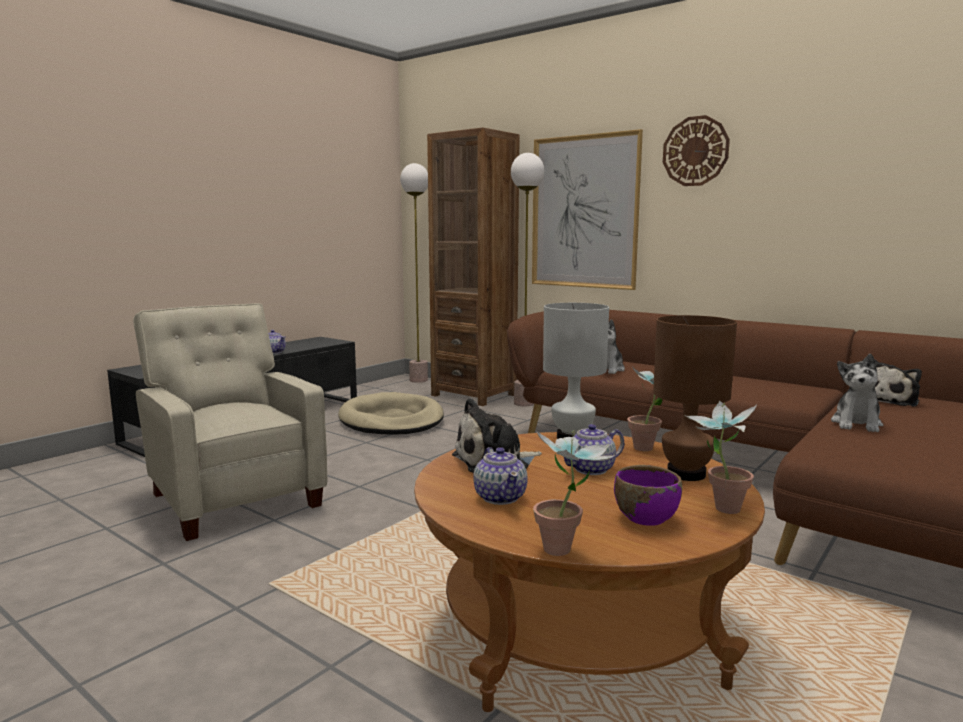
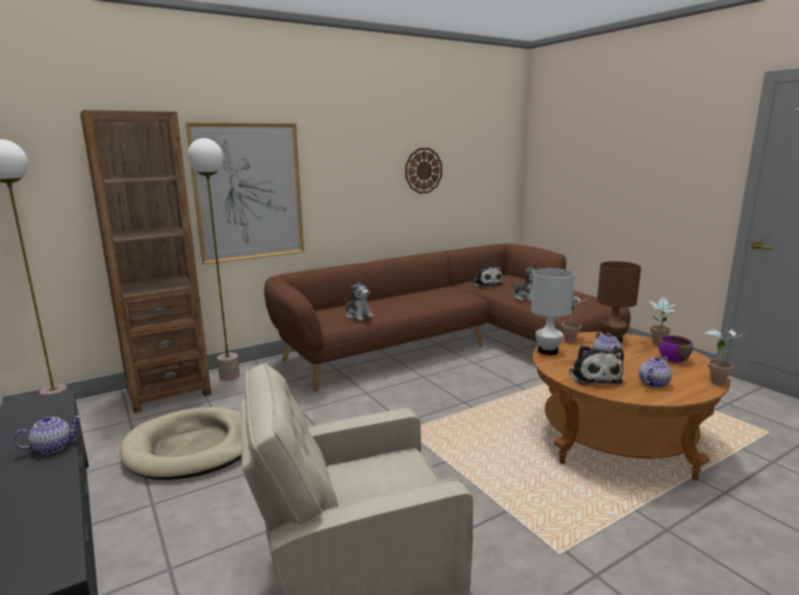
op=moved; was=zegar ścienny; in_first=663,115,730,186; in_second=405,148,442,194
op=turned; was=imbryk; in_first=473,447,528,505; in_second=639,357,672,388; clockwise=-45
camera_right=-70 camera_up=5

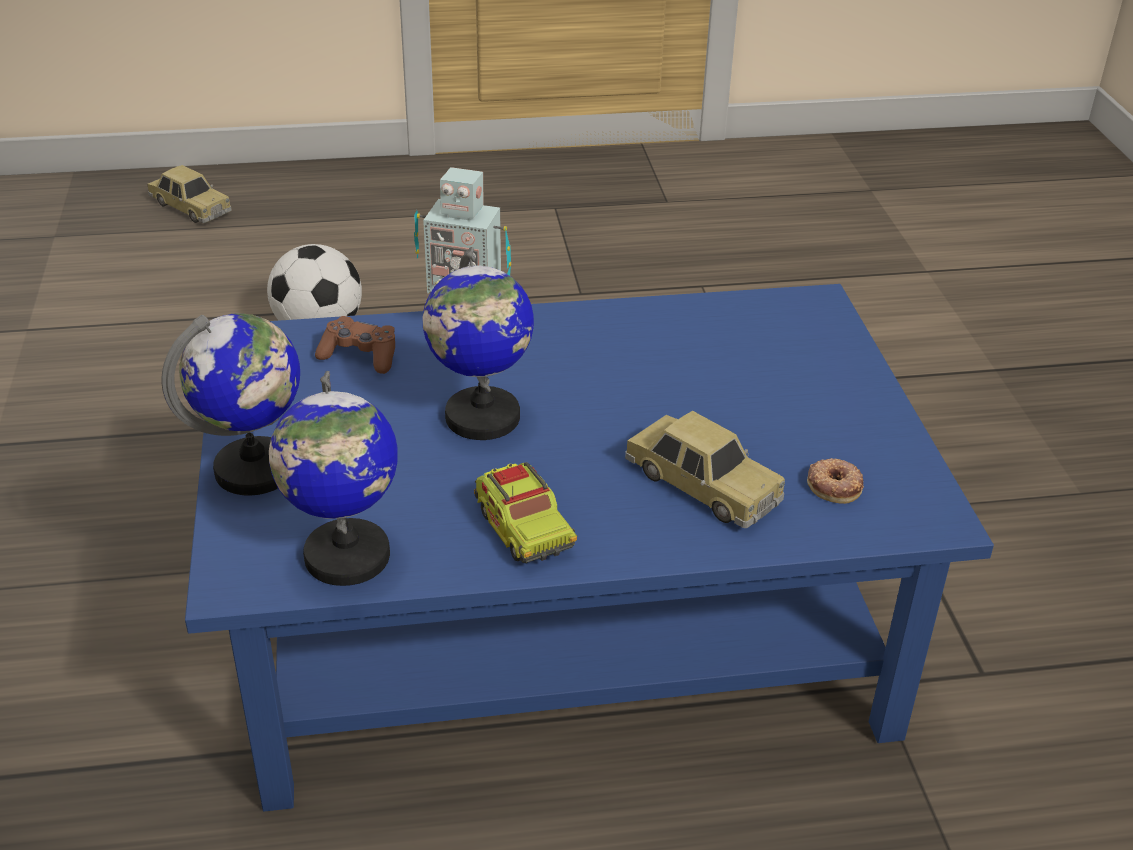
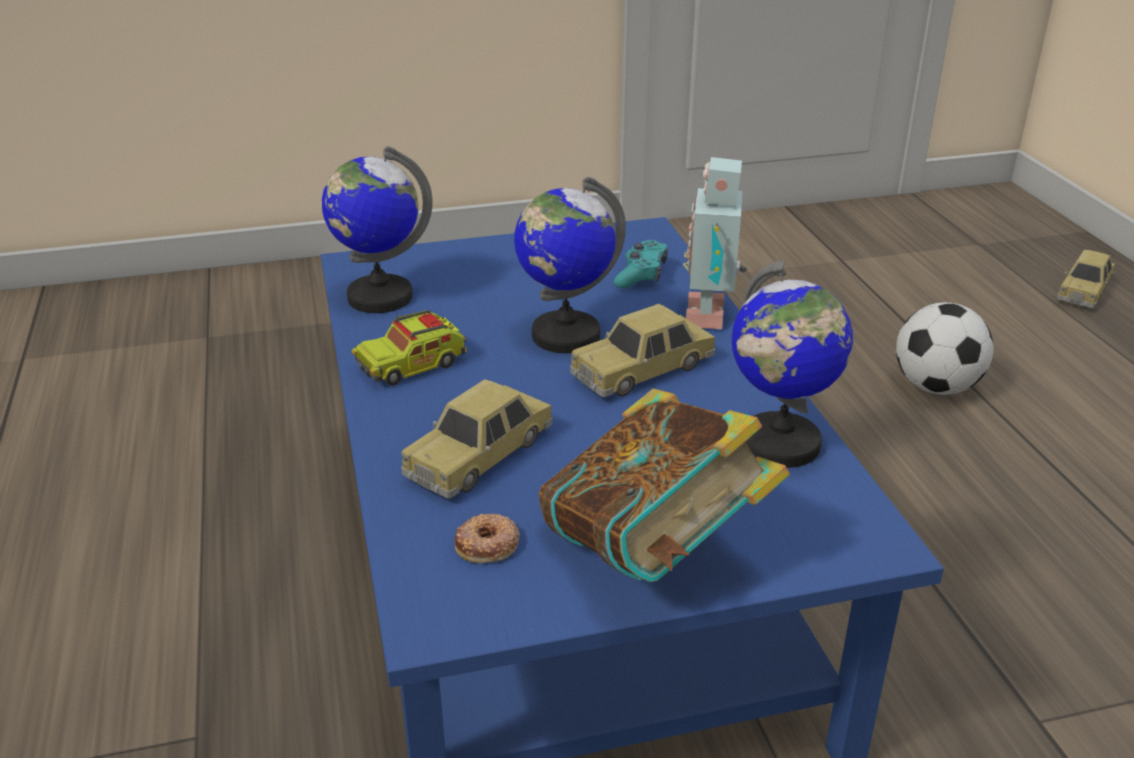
op=moved; was=globus; in_first=161,313,300,496; in_second=732,261,853,468
op=recoloured; was=pad do gier (brązowy); now=pad do gier (turkusowy); in_first=315,316,395,374; in_second=614,240,668,288
op=added; now=samochodzik; in_second=570,304,715,397
op=added; now=książka; in_second=539,388,790,583
camera_right=85 camera_up=-5

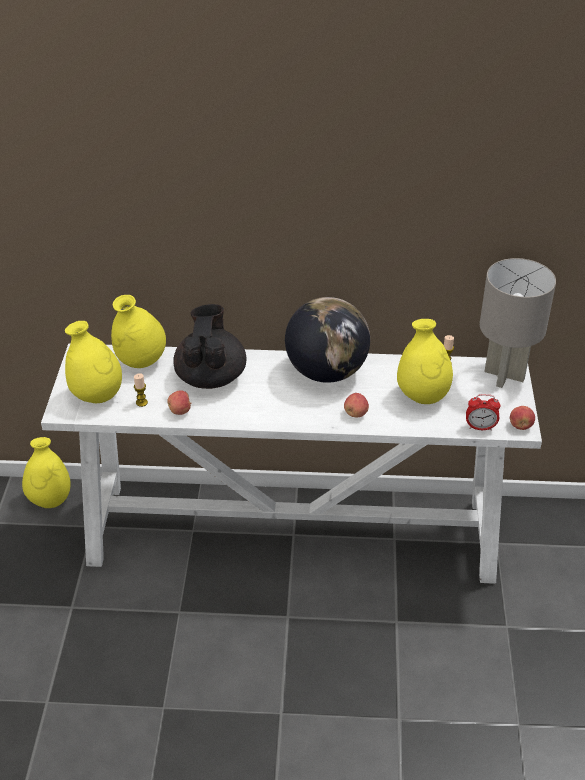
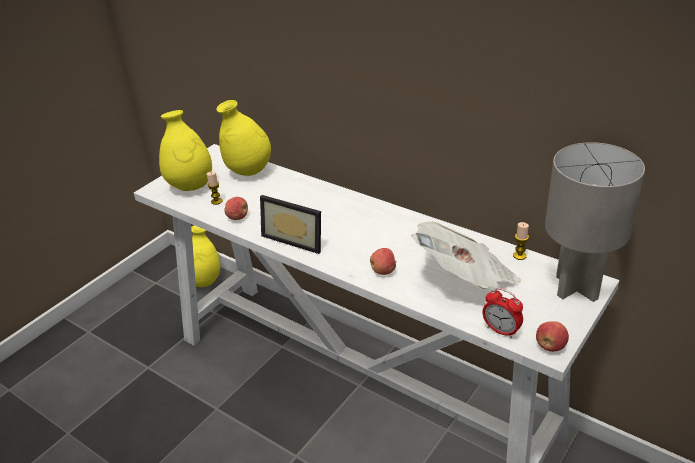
op=removed; was=globus; in_first=285,297,370,383
op=removed; was=imbryk (czarny); in_first=173,304,246,389
op=replaced; was=wazon (żółty); now=gazeta; in_first=397,319,453,404; in_second=411,222,521,289
op=added; now=ramka na zdjęcie; in_second=260,195,321,254
camera_right=35 camera_up=-5

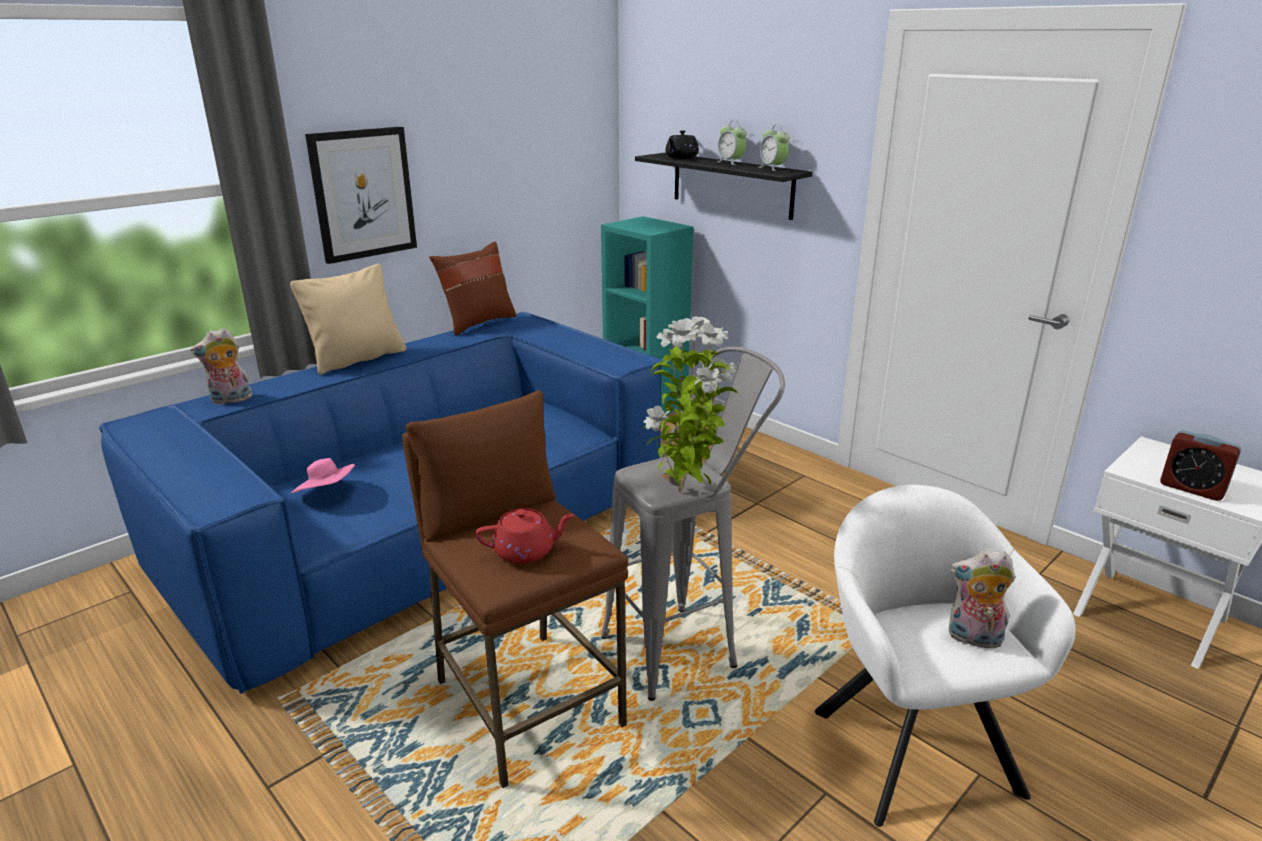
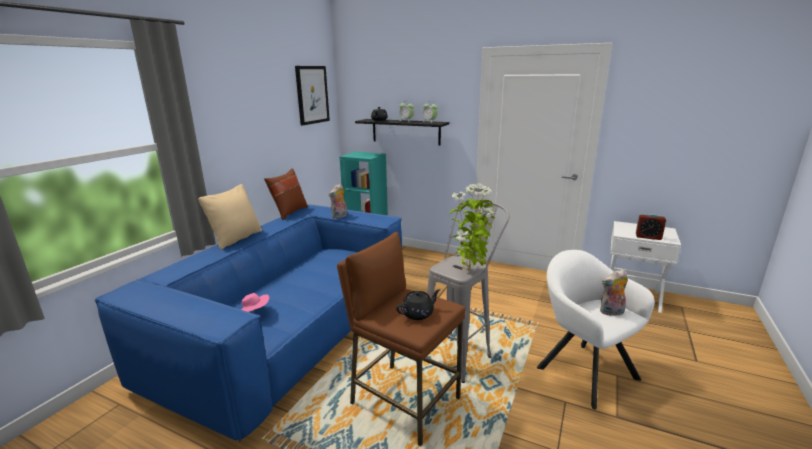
op=moved; was=obraz; in_first=305,127,417,264; in_second=295,66,330,126
op=moved; was=pluszak; in_first=191,328,253,405; in_second=329,184,347,218
op=recoloured; was=imbryk (czerwony); now=imbryk (czarny); in_first=476,508,574,564; in_second=396,289,440,320
camera_right=-20 camera_up=-5

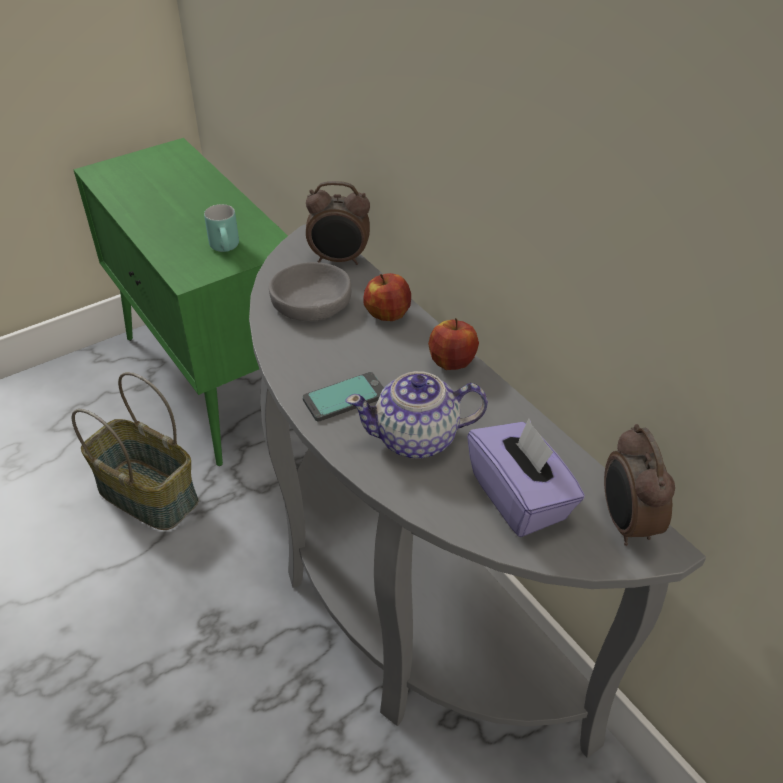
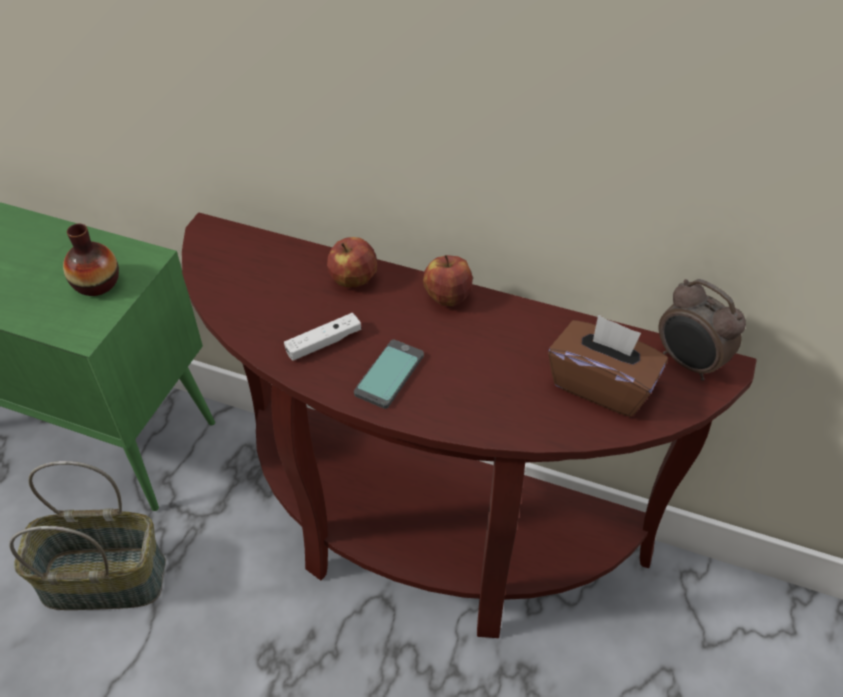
op=removed; was=budzik; in_first=306,181,370,265
op=replaced; was=kubek (turkusowy); now=wazon; in_first=204,204,239,252; in_second=63,224,119,296
op=recoloured; was=stolik konsolowy (szary); now=stolik konsolowy (brązowy); in_first=249,224,706,758; in_second=182,213,757,638
op=removed; was=miska (szary); in_first=269,262,351,321
op=removed; was=imbryk; in_first=345,371,488,459
op=recoloured; was=pudełko chusteczek (fioletowy); now=pudełko chusteczek (brązowy); in_first=467,418,585,537; in_second=548,314,668,417
op=added; now=pad do gier (biały); in_second=284,313,361,361
camera_right=-35 camera_up=5

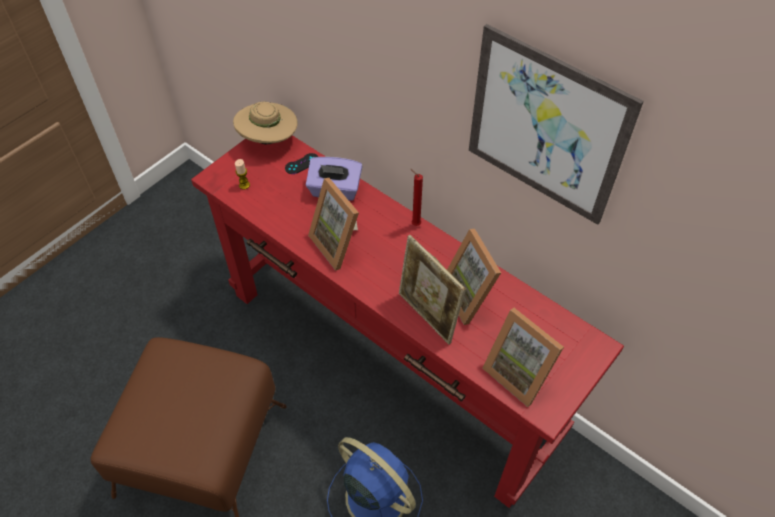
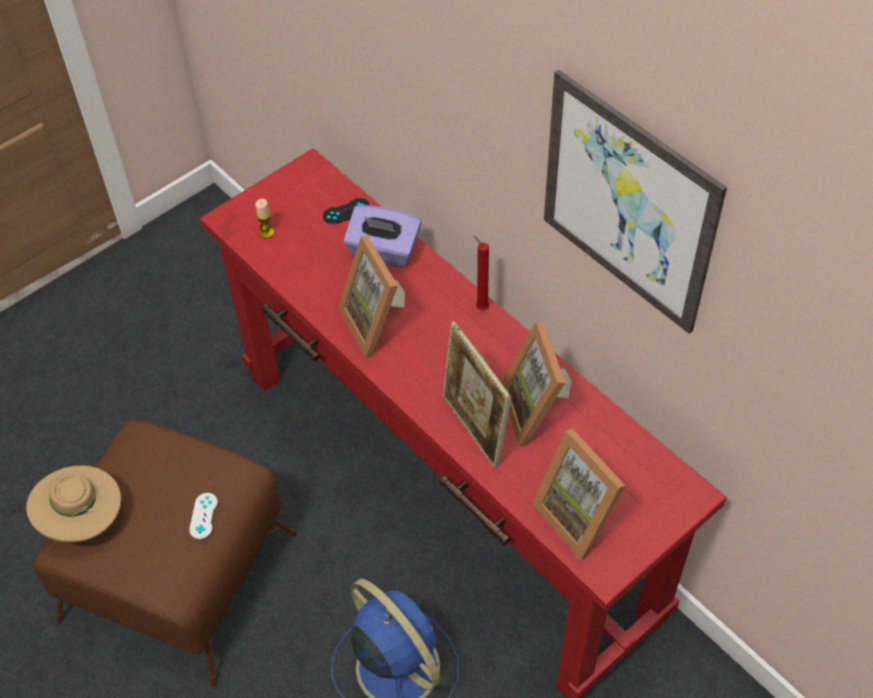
op=moved; was=kapelusz (beżowy); in_first=233,102,298,144; in_second=26,465,121,542
op=added; now=pad do gier (biały); in_second=189,493,218,539
camera_right=10 camera_up=0

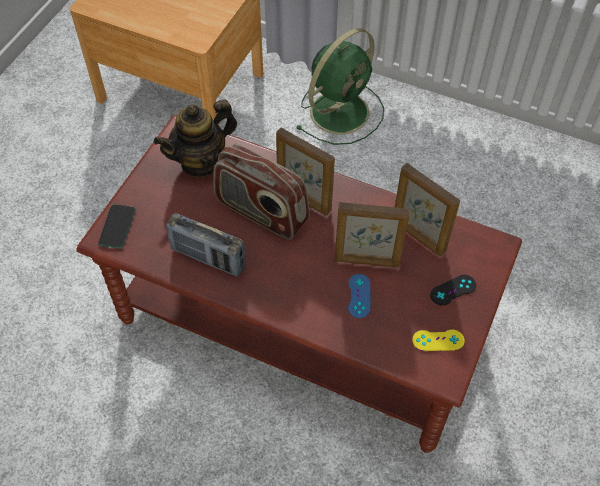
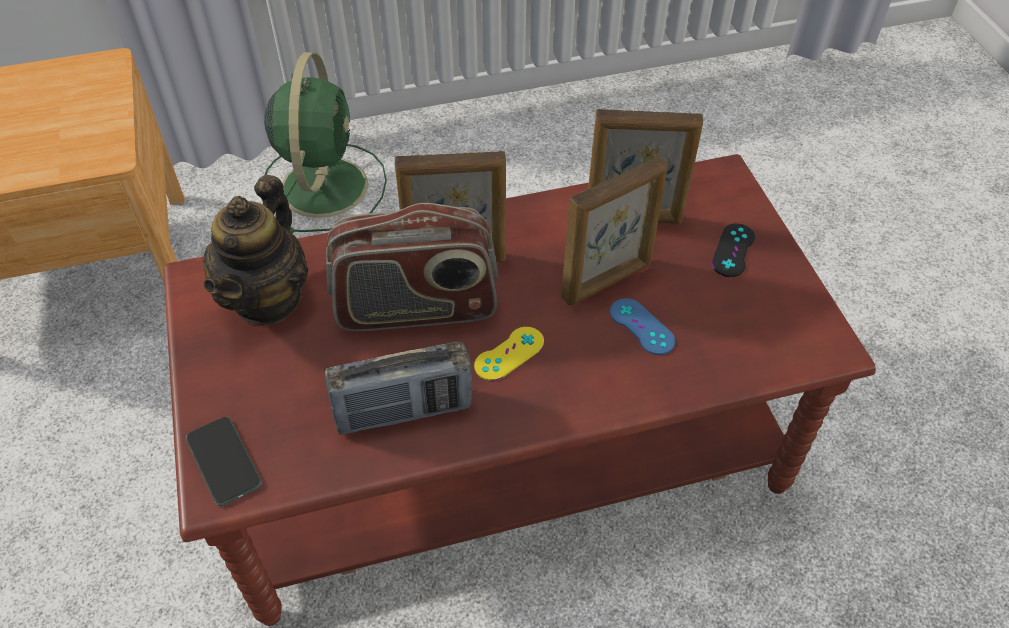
op=moved; was=pad do gier (żółty); in_first=412,330,465,351; in_second=474,327,544,381
camera_right=-40 camera_up=-5

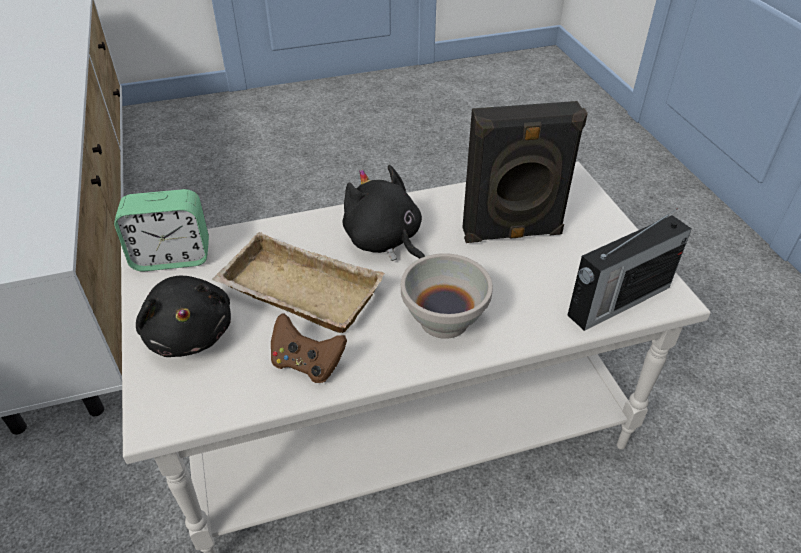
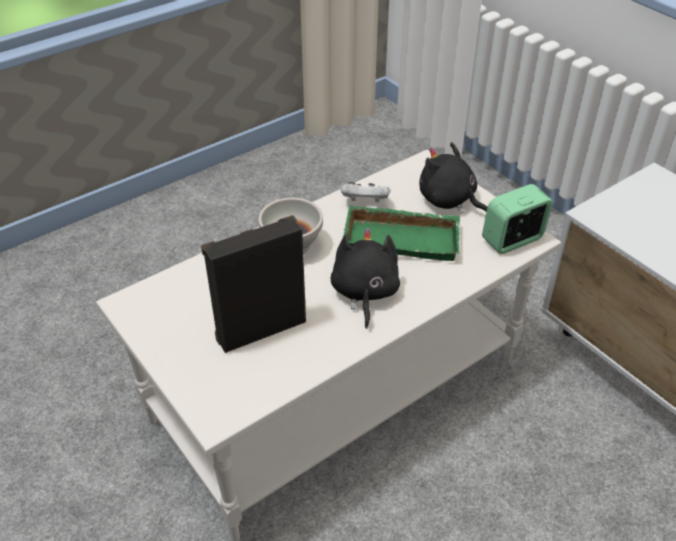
op=turned; was=pluszak (czarny); in_first=342,165,425,261; in_second=331,228,400,329; clockwise=-120
op=removed; was=radio; in_first=568,208,692,331
op=recoloured; was=taca (beżowy); now=taca (zielony); in_first=212,232,385,333; in_second=343,205,460,261
op=recoloured; was=pad do gier (brązowy); now=pad do gier (biały); in_first=271,314,347,383; in_second=340,182,390,202
camera_right=160 camera_up=0

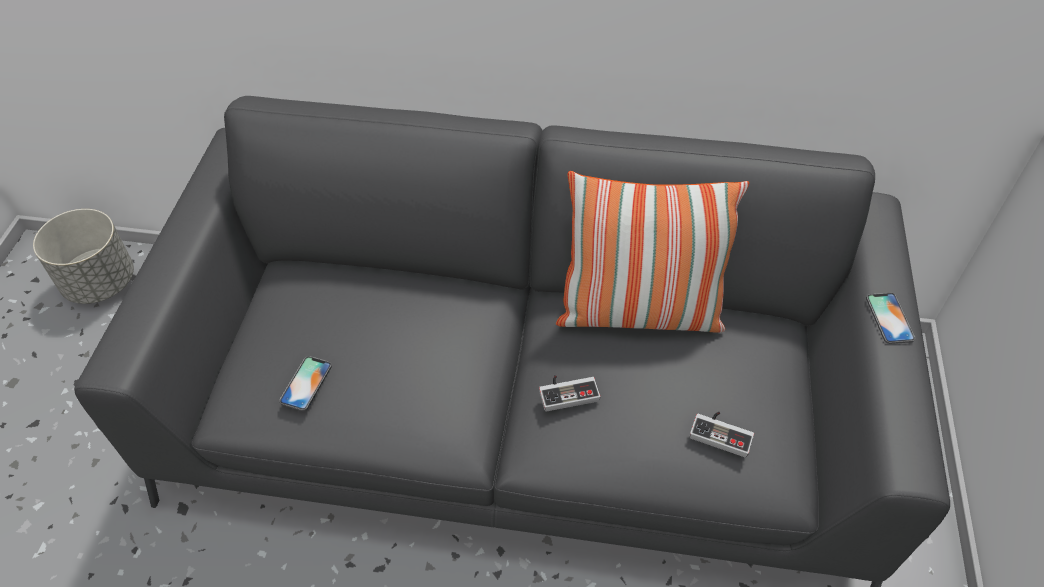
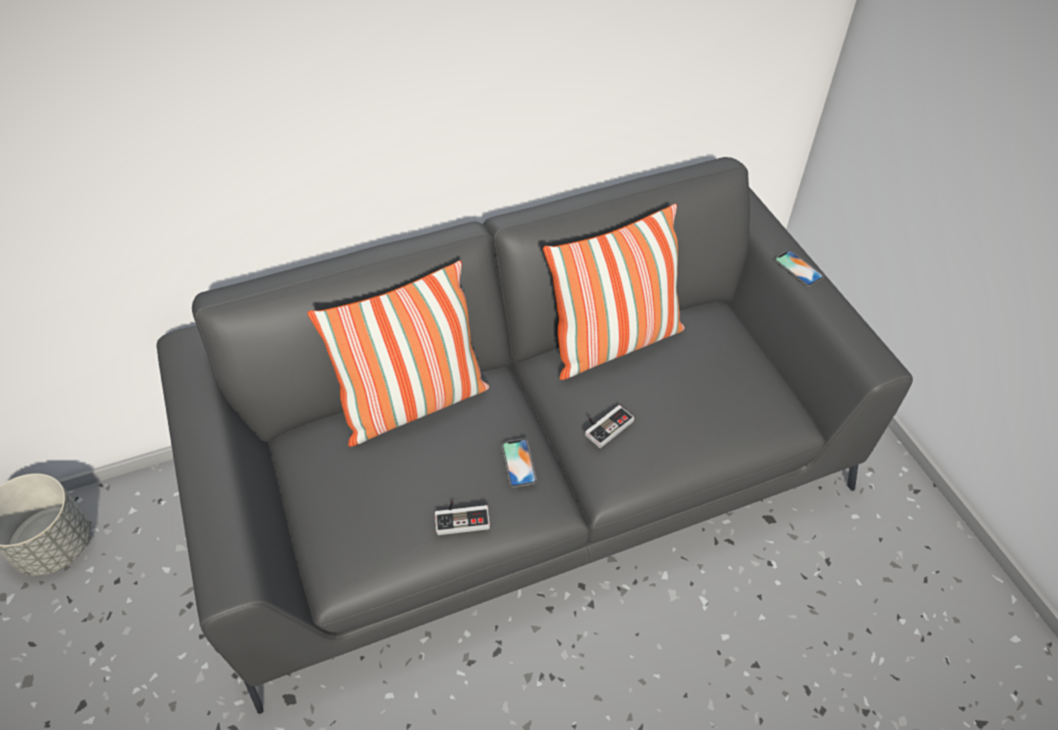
op=moved; was=telefon; in_first=279,356,332,411; in_second=502,438,537,488
op=moved; was=pad do gier; in_first=689,412,754,458; in_second=435,501,490,535
op=added; now=poduszka; in_second=307,260,489,447
camera_right=-30 camera_up=0

